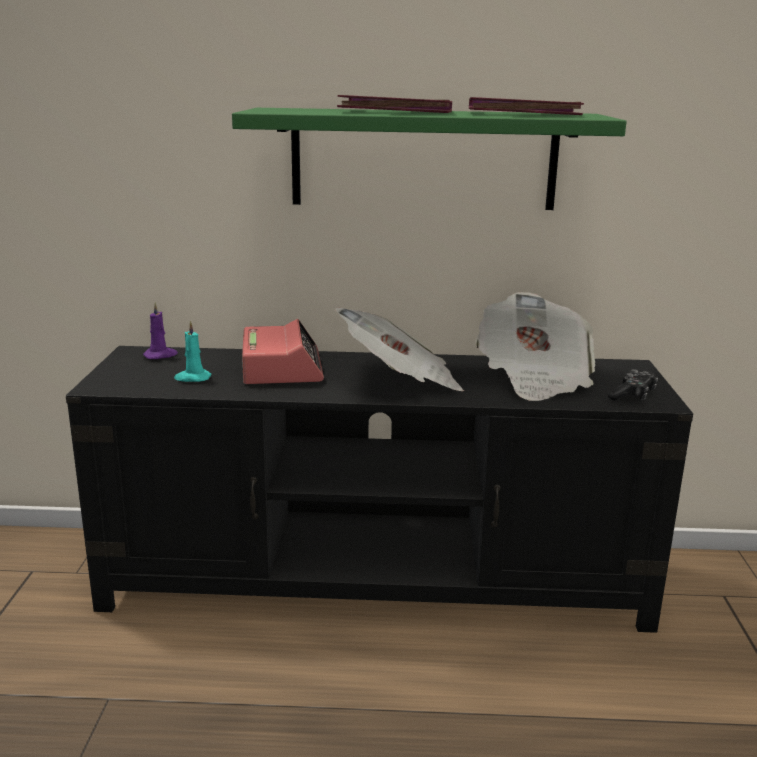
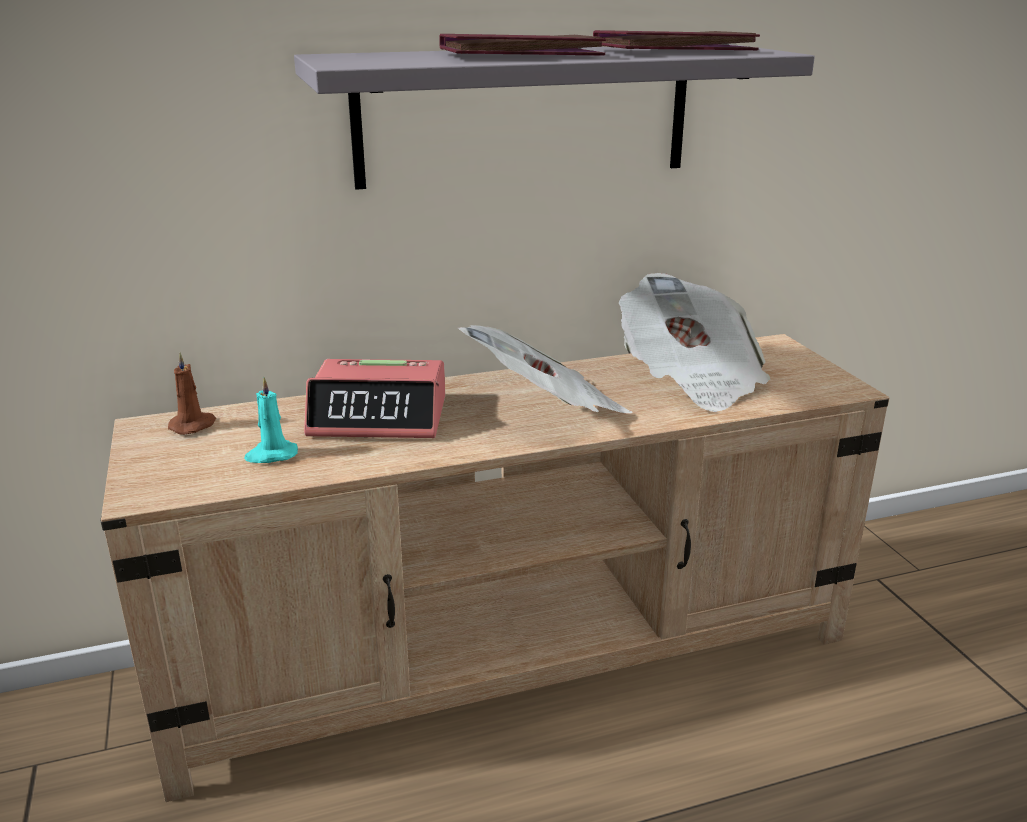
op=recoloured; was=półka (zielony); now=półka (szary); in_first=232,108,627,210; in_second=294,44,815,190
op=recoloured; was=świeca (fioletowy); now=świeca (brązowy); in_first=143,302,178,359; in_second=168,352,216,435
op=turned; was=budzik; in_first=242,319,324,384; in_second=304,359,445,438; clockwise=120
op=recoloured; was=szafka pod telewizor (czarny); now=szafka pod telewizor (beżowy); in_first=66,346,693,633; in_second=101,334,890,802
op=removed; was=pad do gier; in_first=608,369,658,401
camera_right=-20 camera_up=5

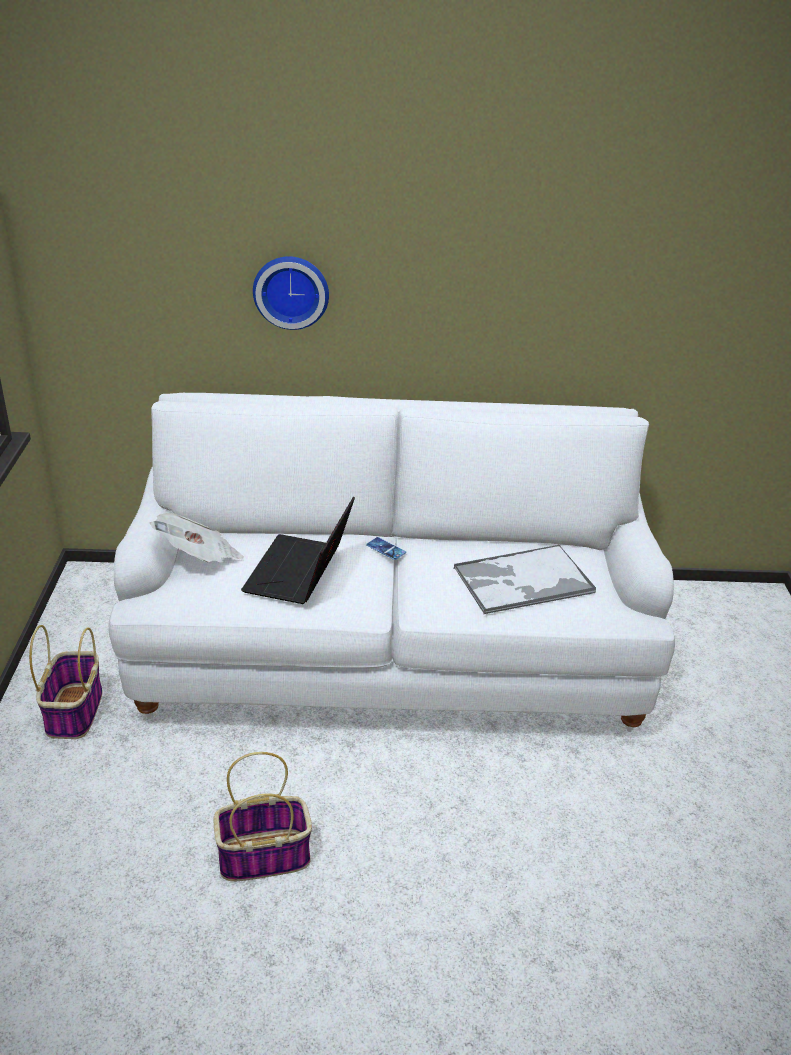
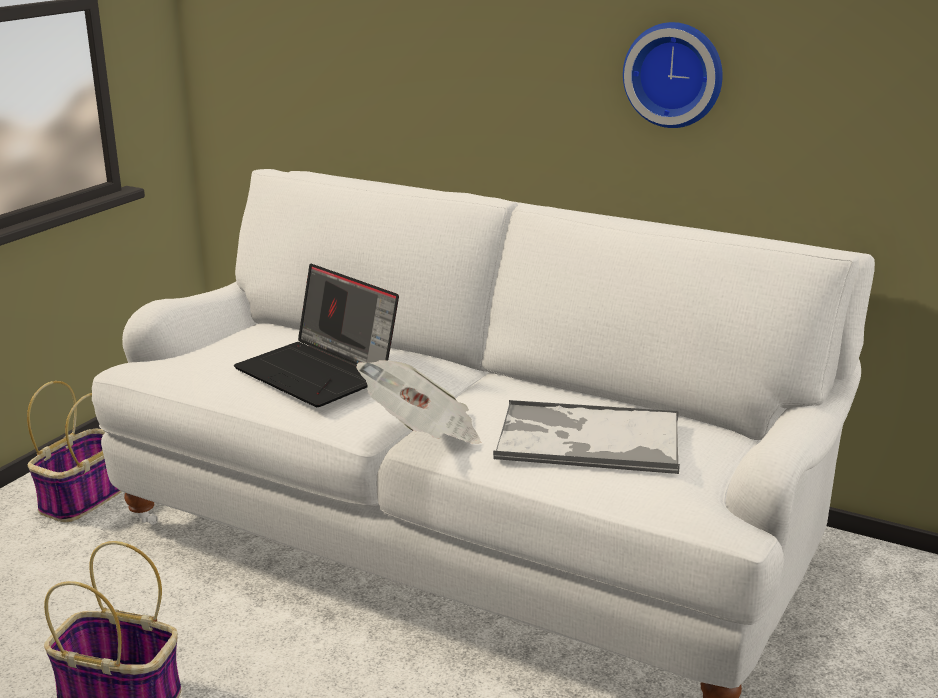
op=moved; was=zegar ścienny; in_first=253,256,329,330; in_second=623,22,723,128
op=turned; was=laptop; in_first=241,496,355,604; in_second=234,264,399,407; clockwise=-90
op=moved; was=gazeta; in_first=150,513,244,563; in_second=356,360,482,444
op=removed; was=telefon; in_first=366,537,406,560
camera_right=30 camera_up=-10

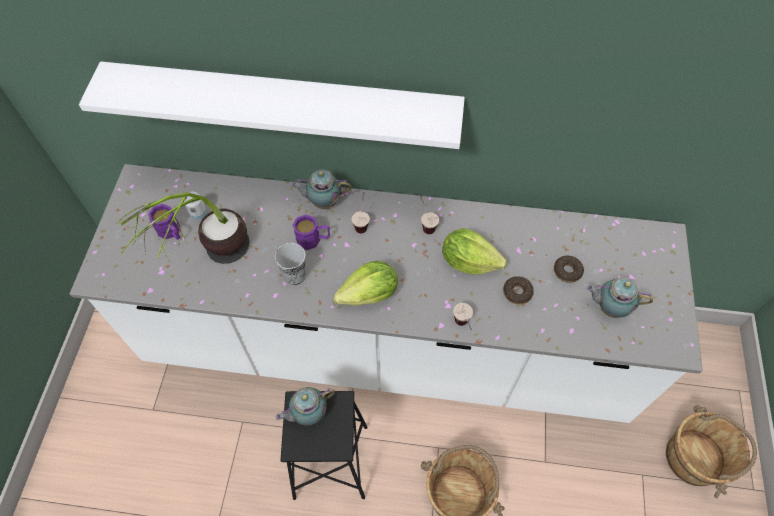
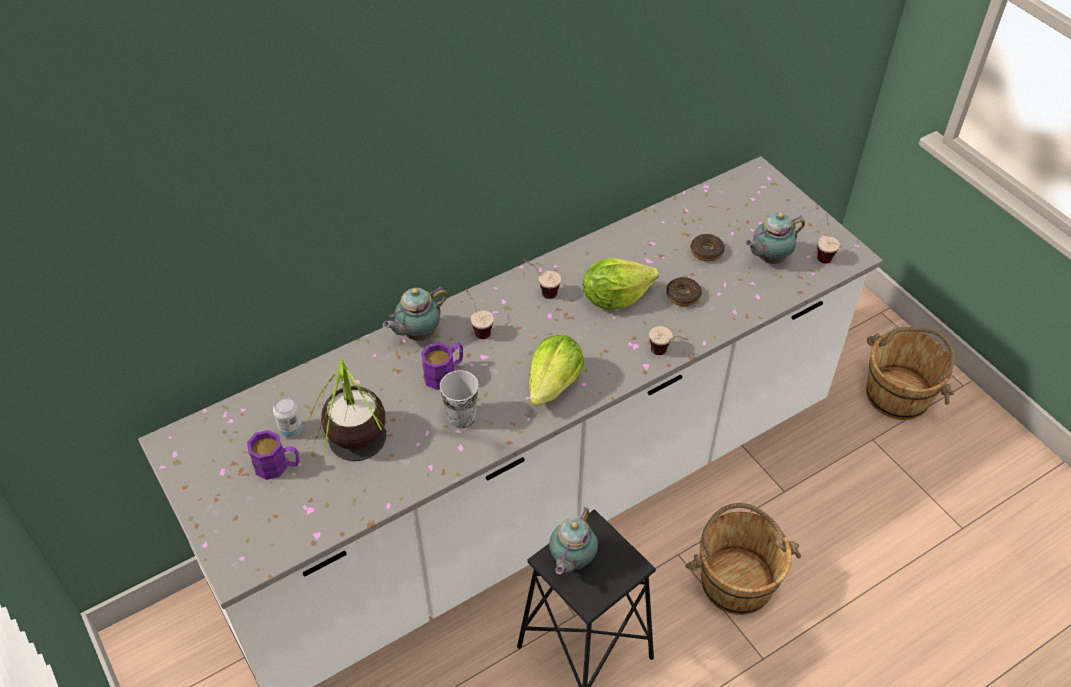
op=removed; was=półka (biały); in_first=79,61,465,149
op=added; now=filiżanka; in_second=817,213,840,264
camera_right=-40 camera_up=-10

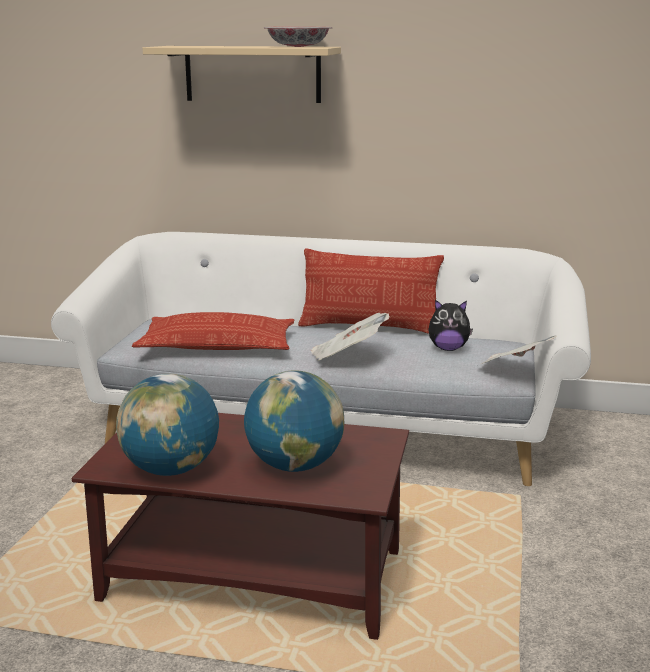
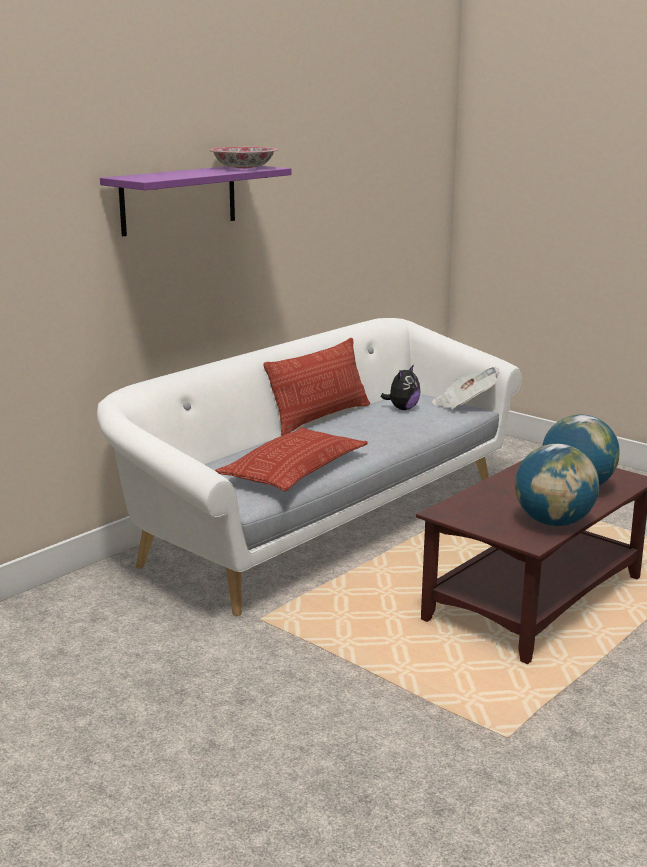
op=recoloured; was=półka (beżowy); now=półka (fioletowy); in_first=142,46,341,103; in_second=100,166,291,236
op=removed; was=gazeta; in_first=311,313,389,361
camera_right=-60 camera_up=0

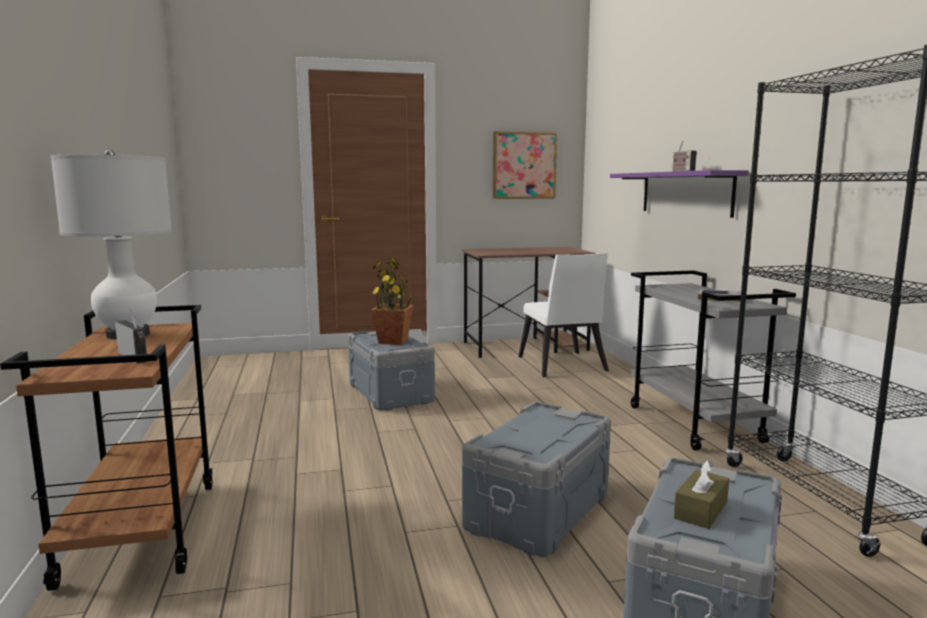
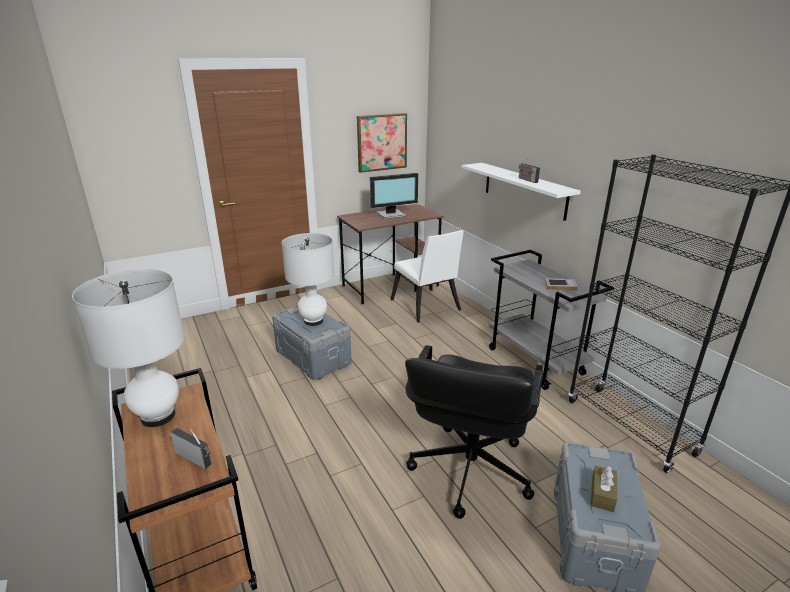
op=recoloured; was=półka (fioletowy); now=półka (biały); in_first=610,170,749,218; in_second=462,163,581,221
op=replaced; was=roślina doniczkowa; now=lampa stołowa (biały); in_first=371,257,415,345; in_second=282,233,335,326
op=replaced; was=pojemnik do przechowywania (szary); now=krzesło biurowe (czarny); in_first=462,402,611,557; in_second=405,345,543,519
op=added; now=monitor; in_second=370,173,418,219
camera_right=-15 camera_up=15

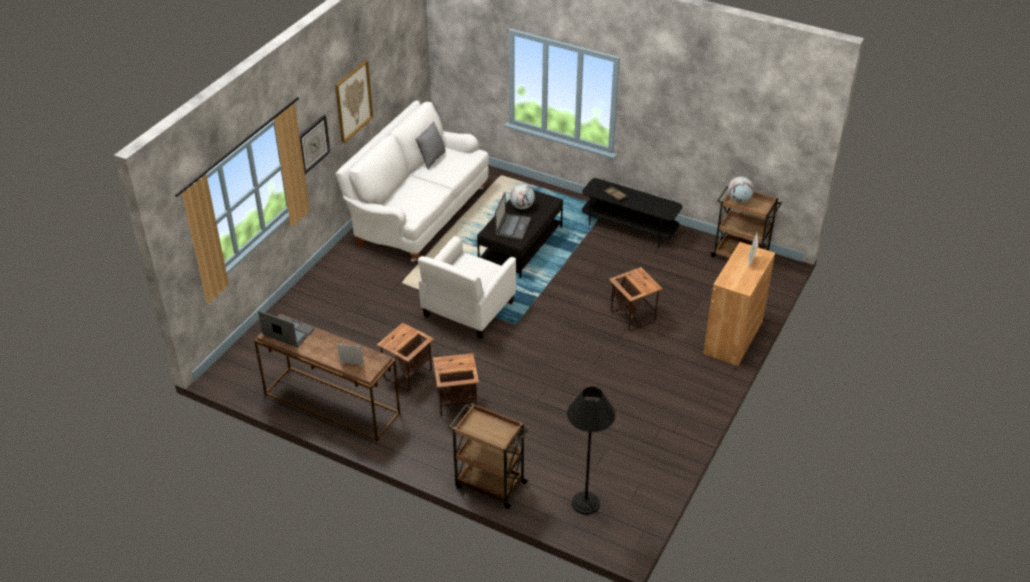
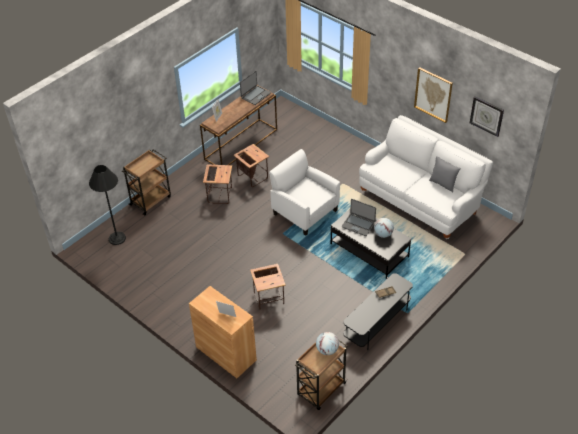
op=moved; was=zegar ścienny; in_first=300,114,330,174; in_second=470,96,504,137
camera_right=105 camera_up=5

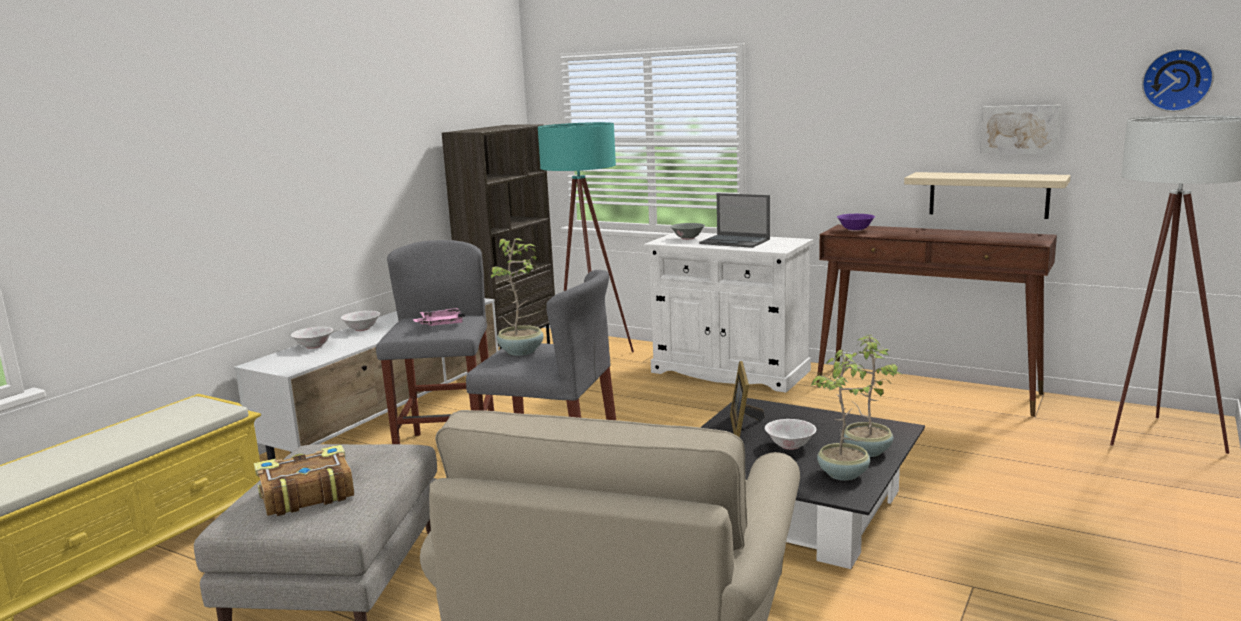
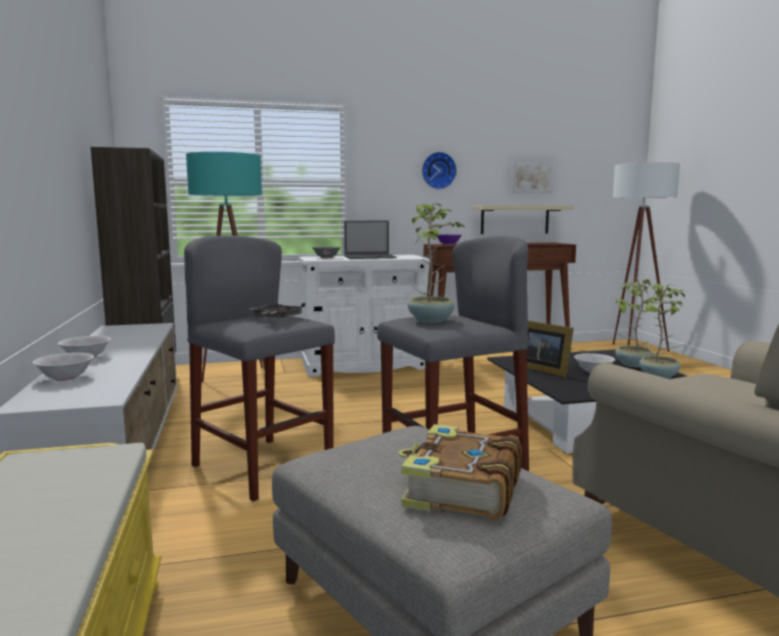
op=moved; was=zegar ścienny; in_first=1142,49,1214,112; in_second=422,152,457,189
op=recoloured; was=taca (różowy); now=taca (szary); in_first=413,308,465,326; in_second=249,303,305,319
camera_right=-45 camera_up=-5

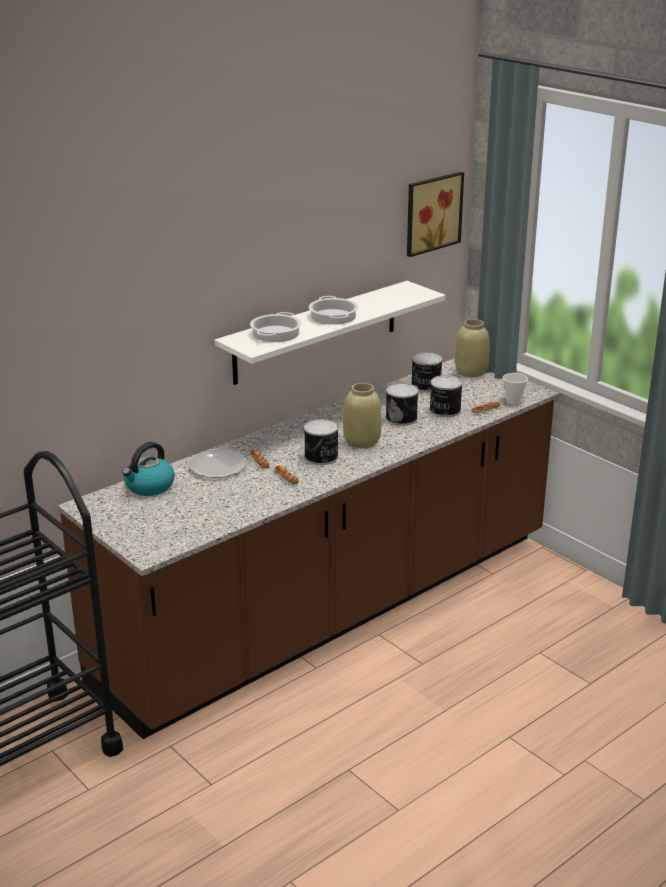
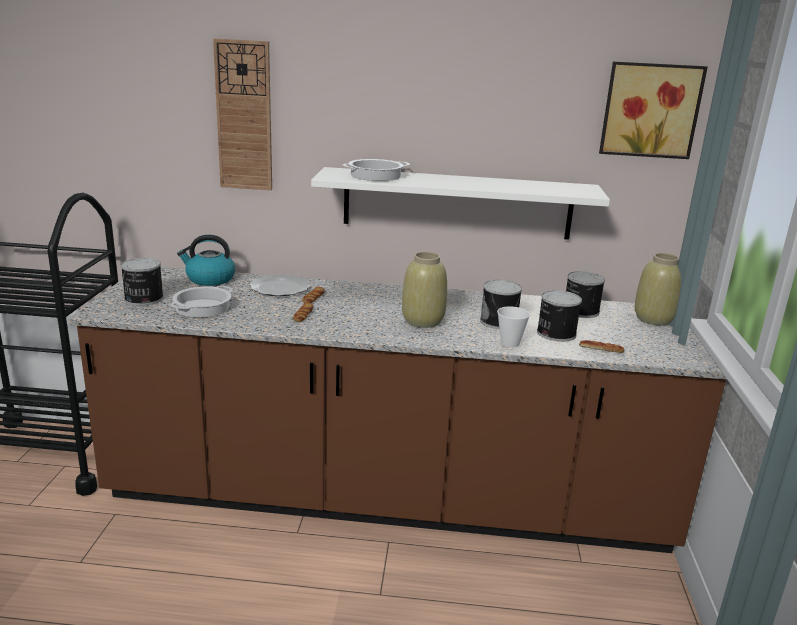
op=moved; was=garnek; in_first=309,296,358,325; in_second=170,286,233,318
op=moved; was=filiżanka; in_first=503,373,528,404; in_second=497,306,530,347
op=moved; was=puszka; in_first=304,419,338,465; in_second=121,258,164,306
op=added; now=zegar ścienny; in_second=213,39,272,190
camera_right=45 camera_up=-5

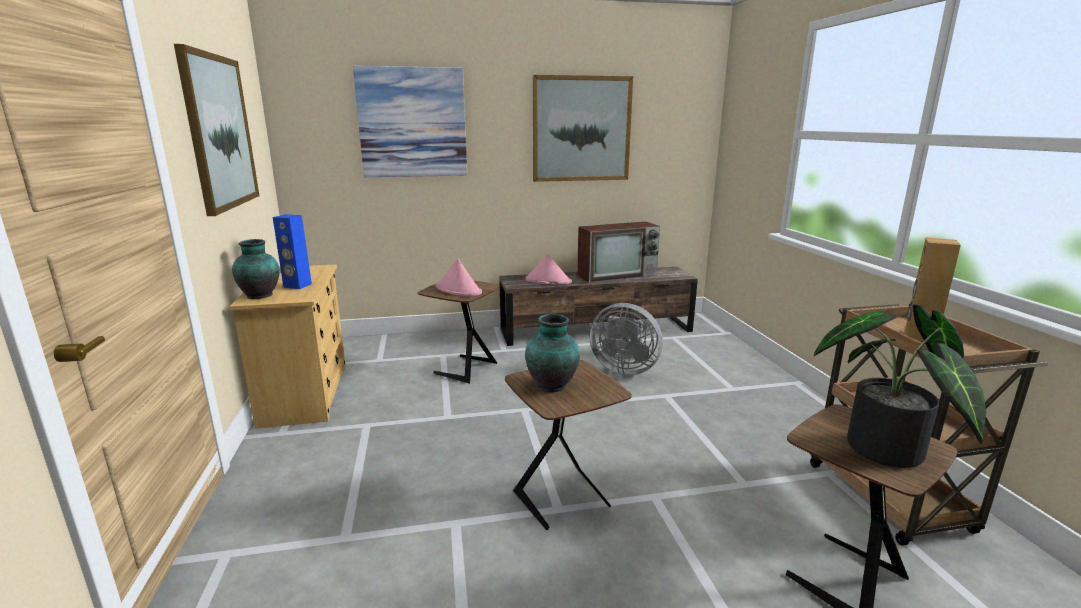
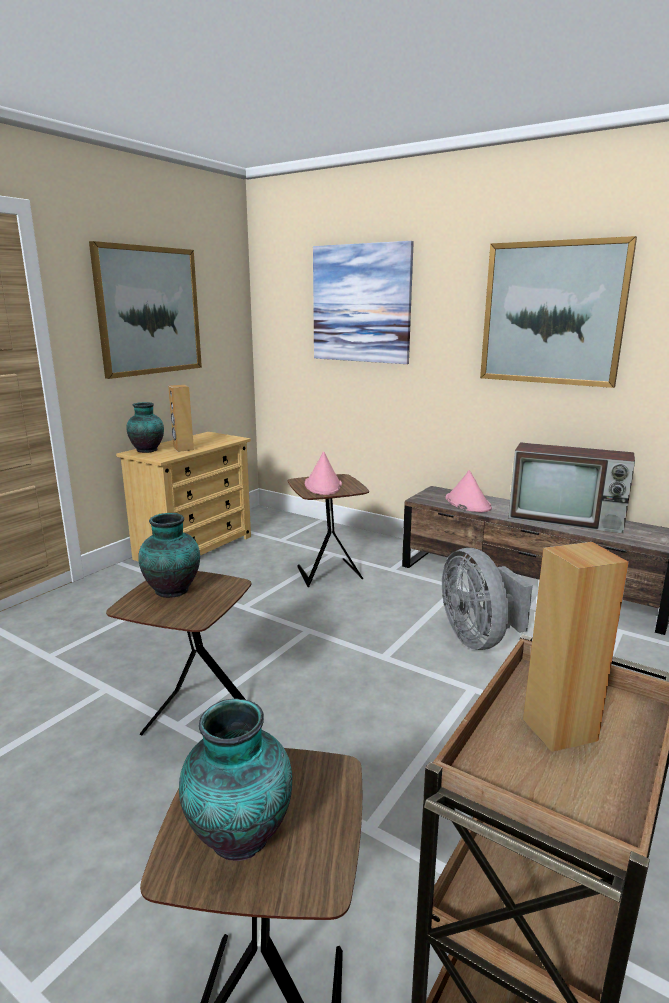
op=recoloured; was=głośnik (niebieski); now=głośnik (brązowy); in_first=273,214,312,289; in_second=168,385,194,452
op=replaced; was=roślina doniczkowa; now=wazon; in_first=814,304,986,468; in_second=179,698,292,861
camera_right=45 camera_up=0

